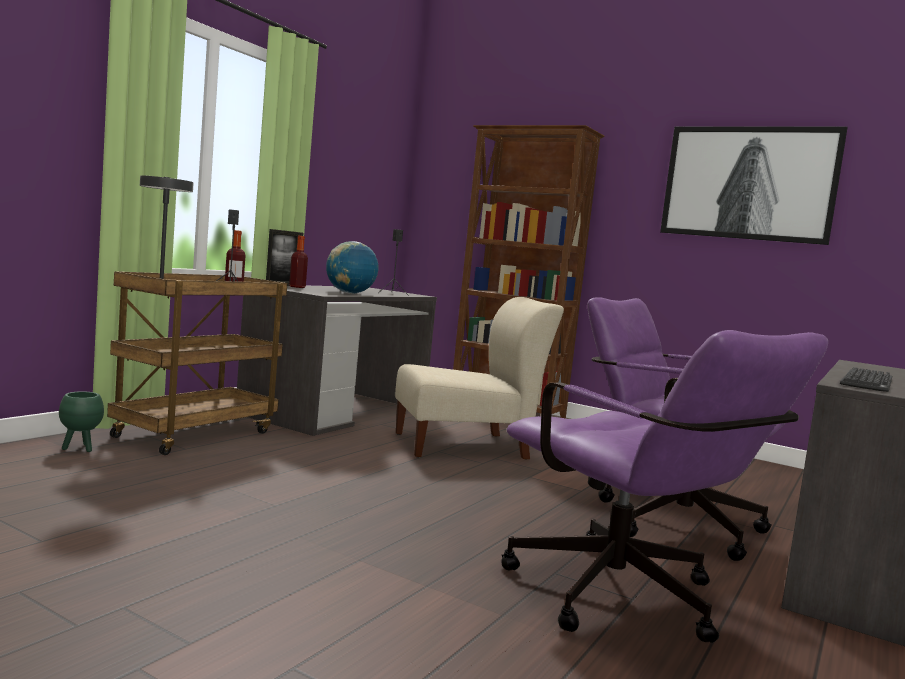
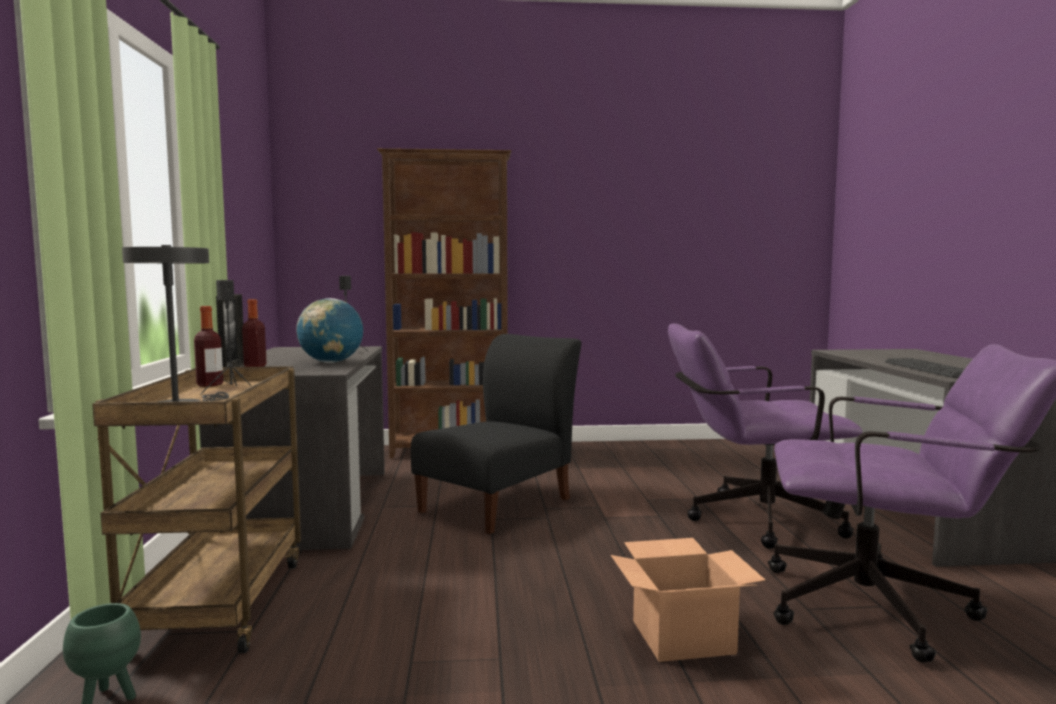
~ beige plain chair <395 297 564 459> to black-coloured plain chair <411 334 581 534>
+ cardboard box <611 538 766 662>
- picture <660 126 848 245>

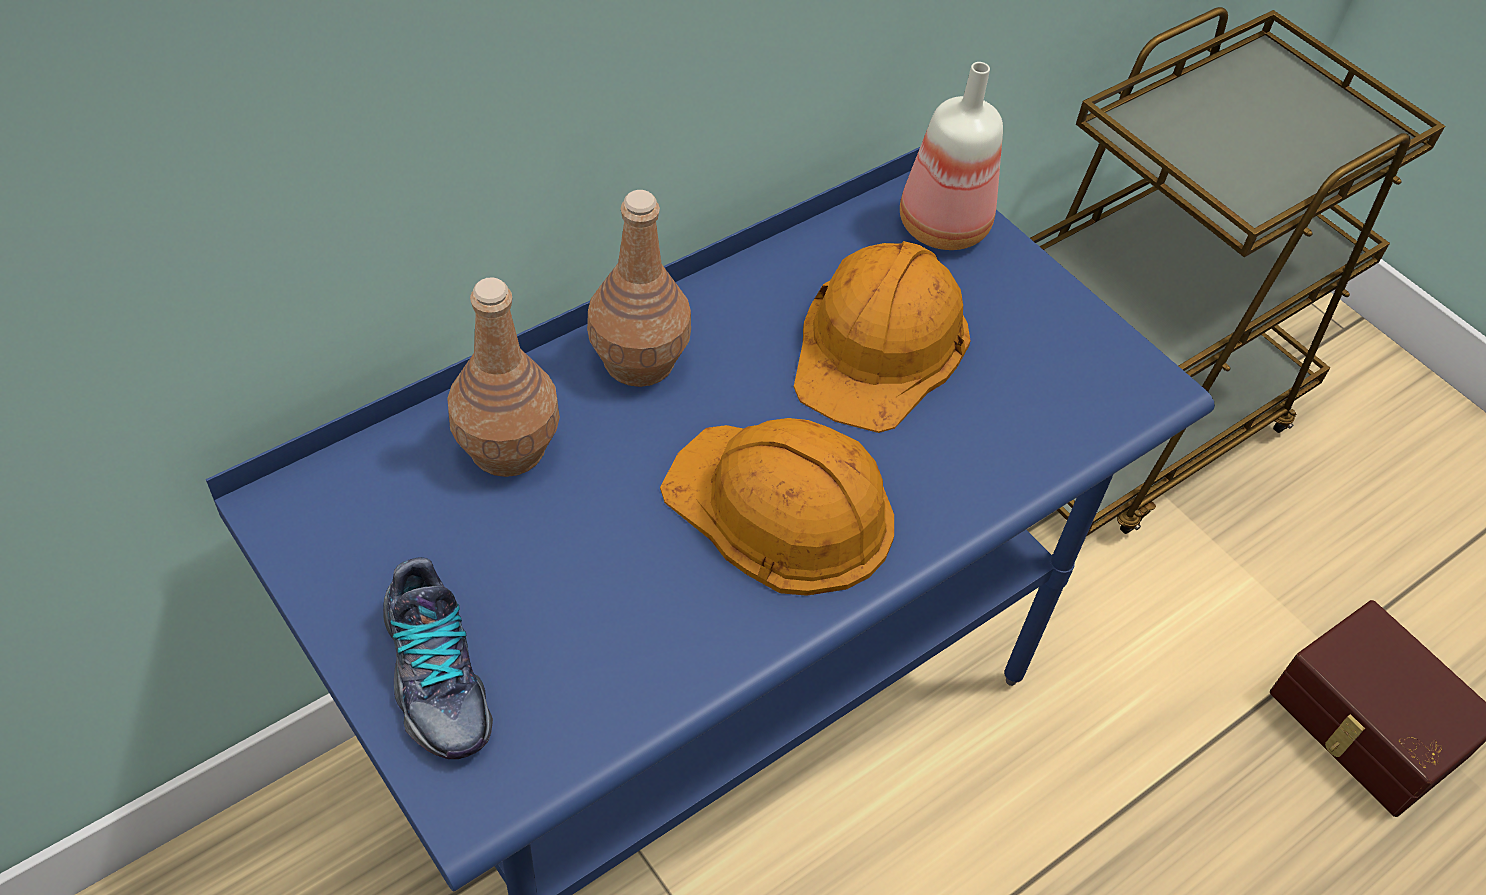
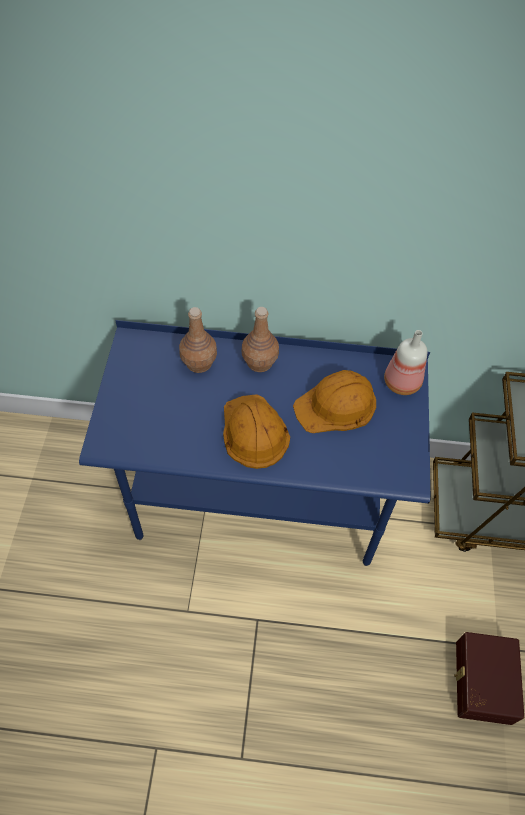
- shoe <383 557 493 759>

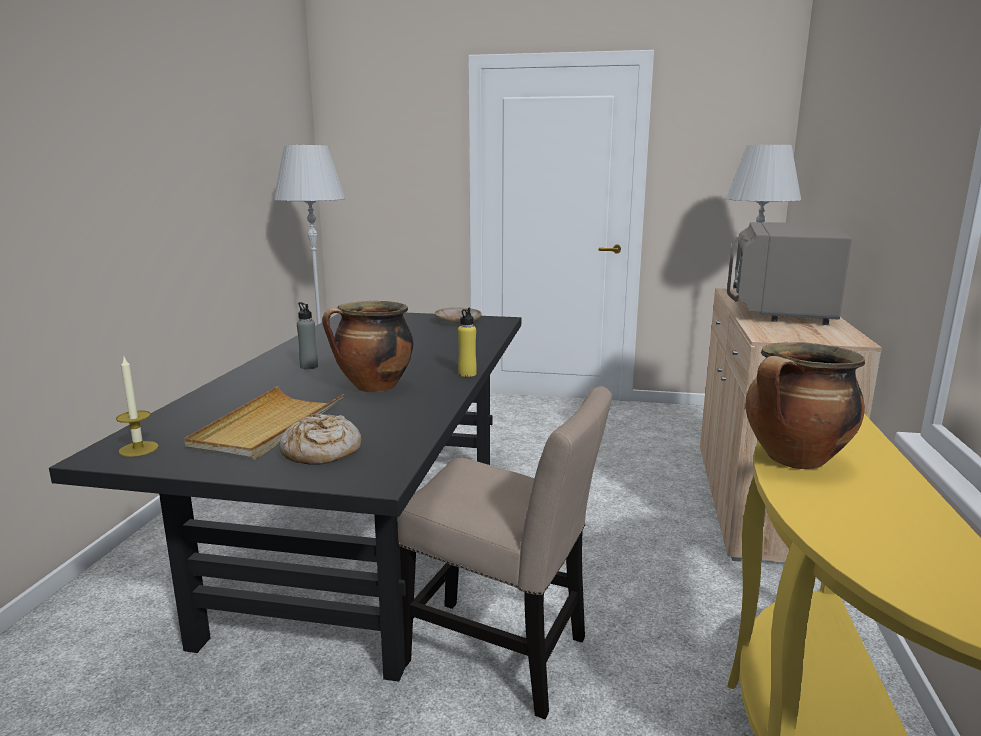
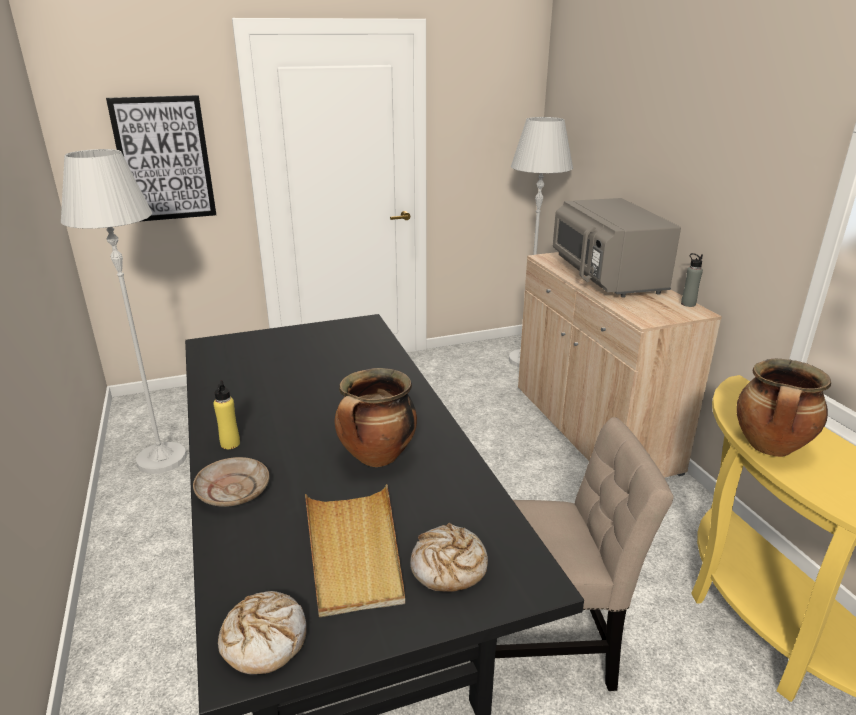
+ picture <106 95 216 222>
~ beige flat dish <434 307 482 324> to <193 457 270 507>
~ yellow beverage bottle <458 308 477 377> to <213 380 240 449>
~ wax light <116 357 159 457> to bread <218 591 307 674>
~ gray beverage bottle <297 302 318 369> to <681 253 703 307>

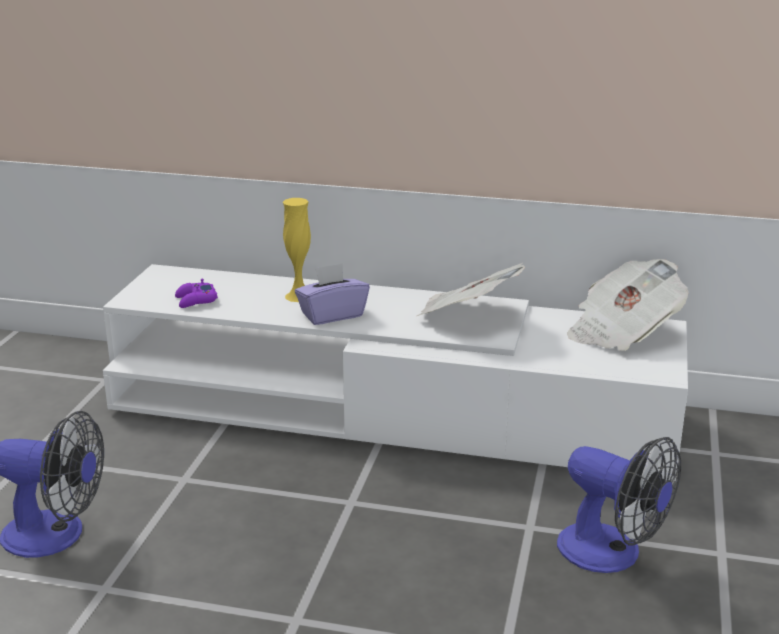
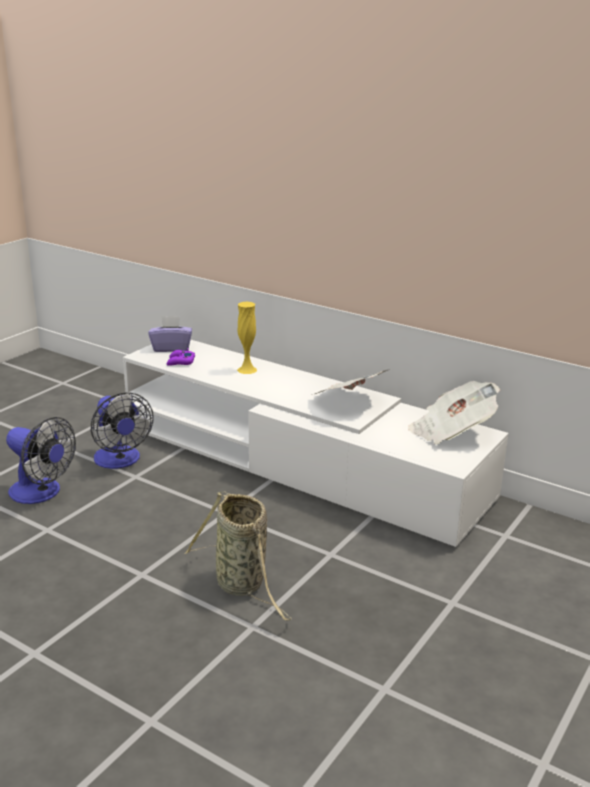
~ fan <557 437 681 573> to <91 392 154 469>
~ purplish tissue holder <295 263 370 325> to <148 316 192 352>
+ basket <185 491 292 621>

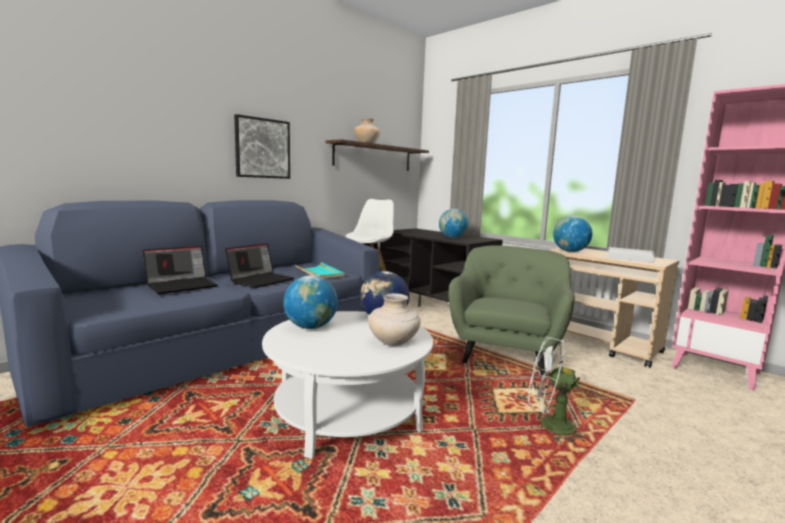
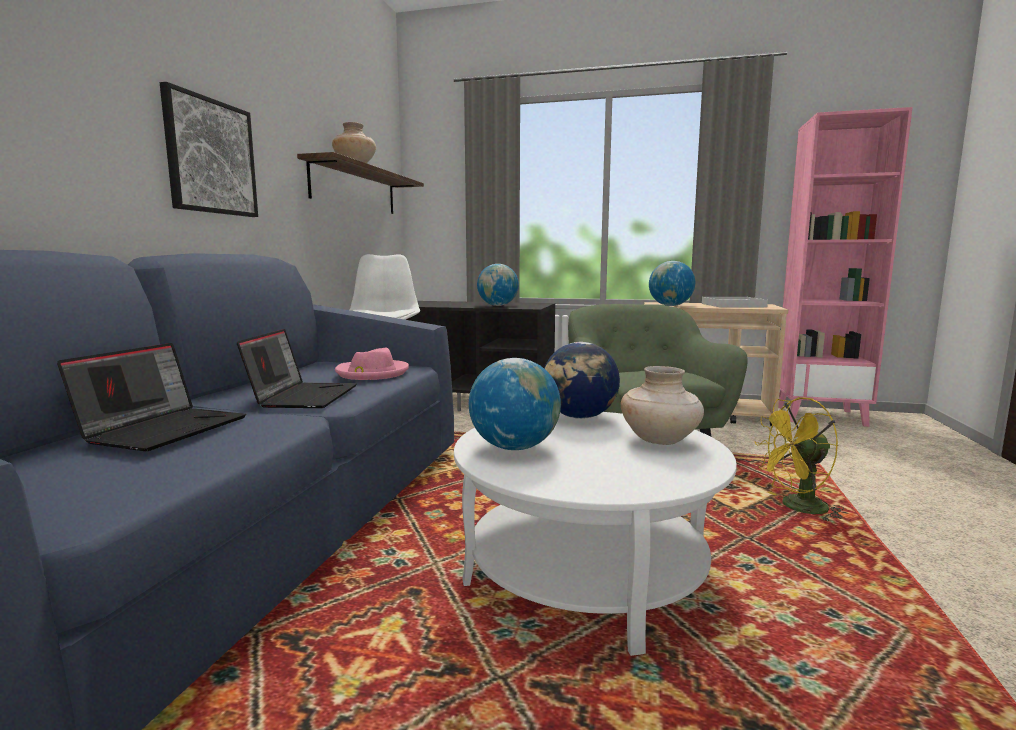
~ blue-green carrying tray <295 262 345 279> to pinkish clothing hat <335 348 409 380>
~ white fan <528 337 589 443> to yellow fan <754 397 844 522>

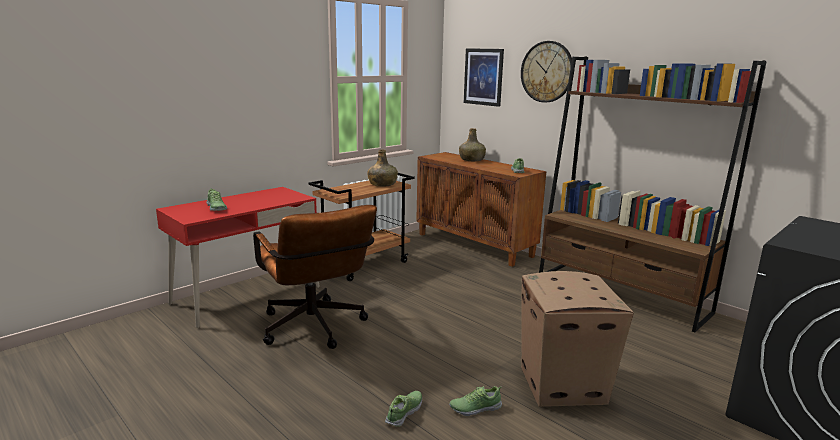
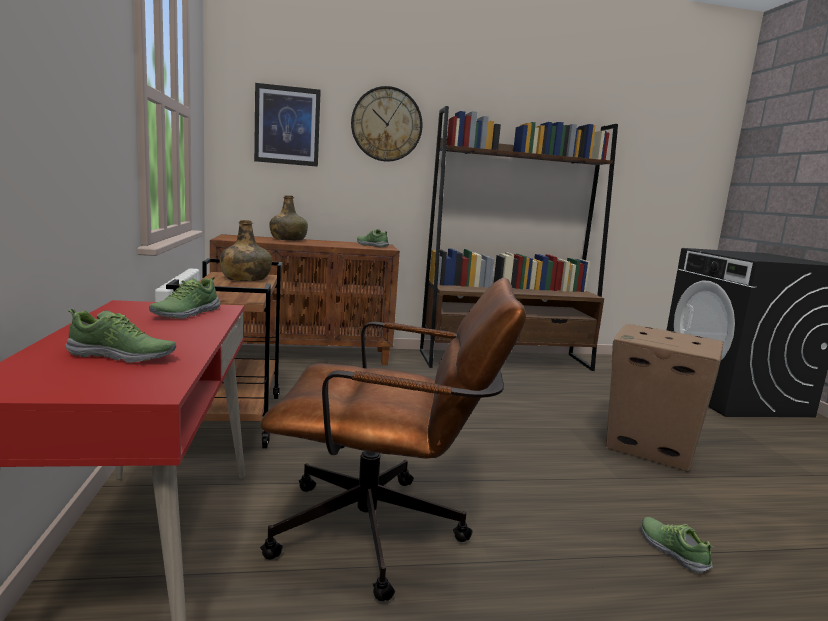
~ shoe <449 386 502 416> to <149 277 220 319>

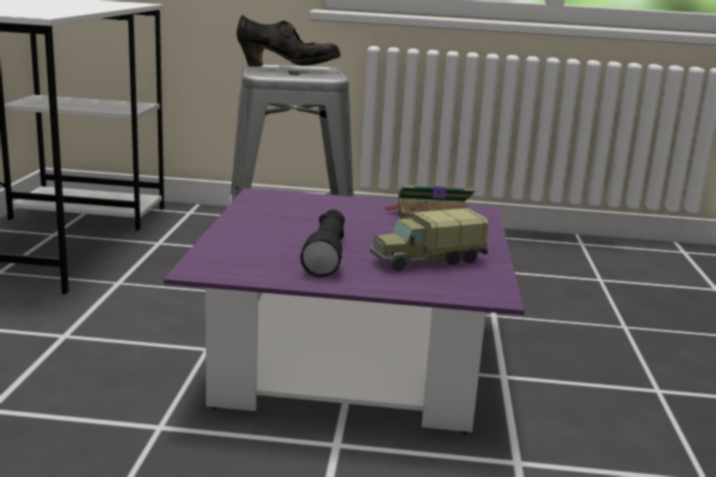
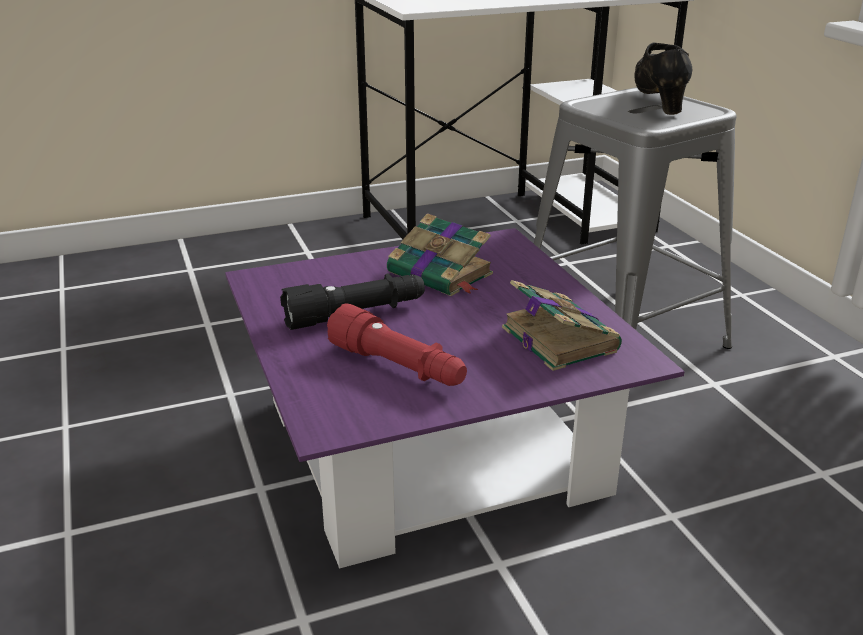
~ toy lorry <370 208 489 272> to red flashlight <327 304 467 386>
+ volume <387 213 493 296>
~ black-coloured shoe <237 15 341 67> = <634 42 692 115> 150 degrees counterclockwise

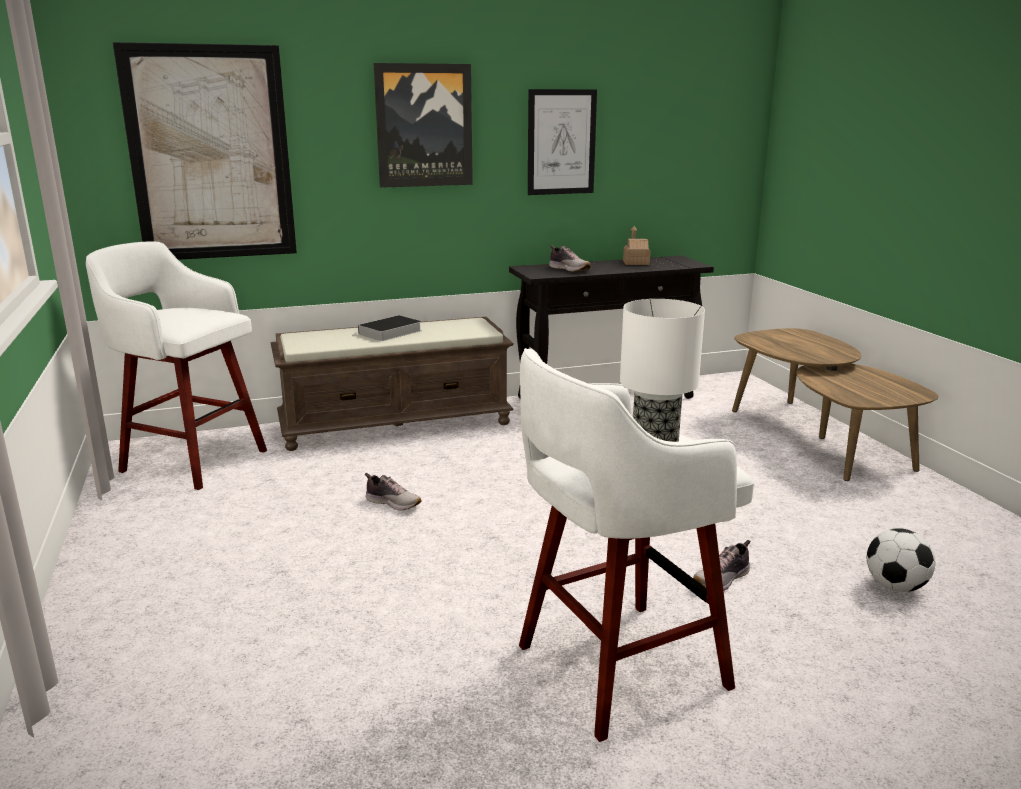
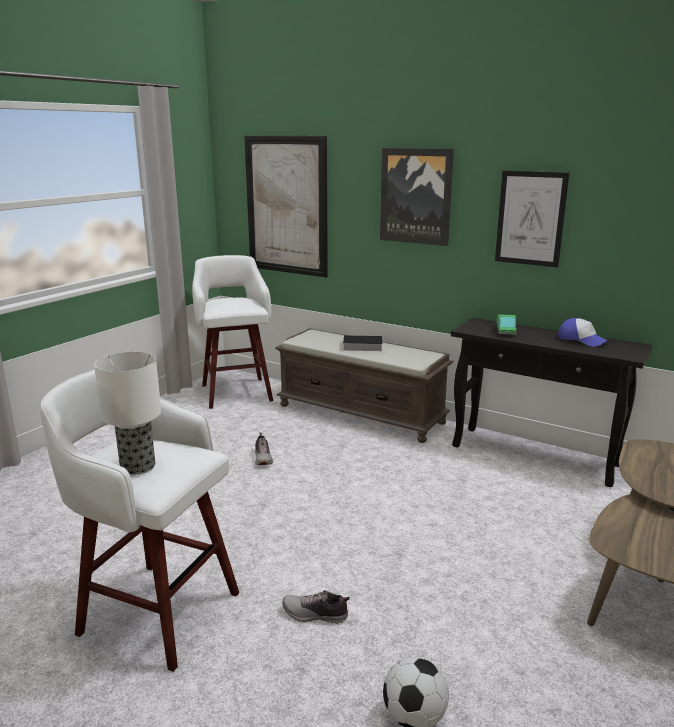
~ shoe <549 246 591 272> to toy lorry <496 314 518 336>
~ model house <623 226 651 265> to peaked cap <558 318 608 347>

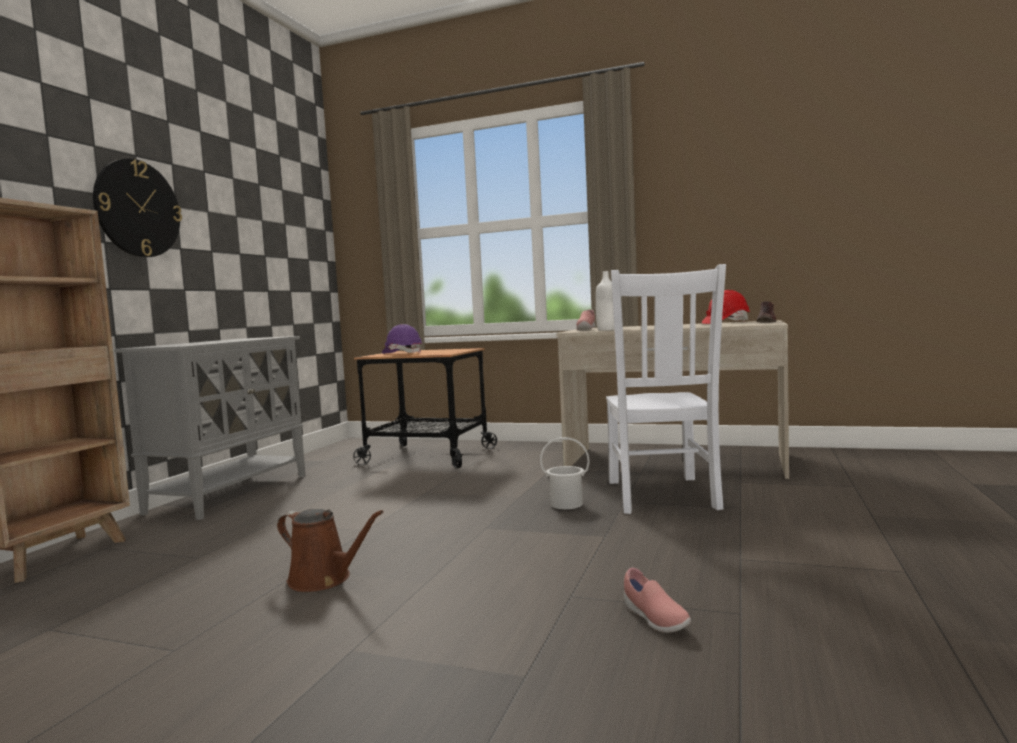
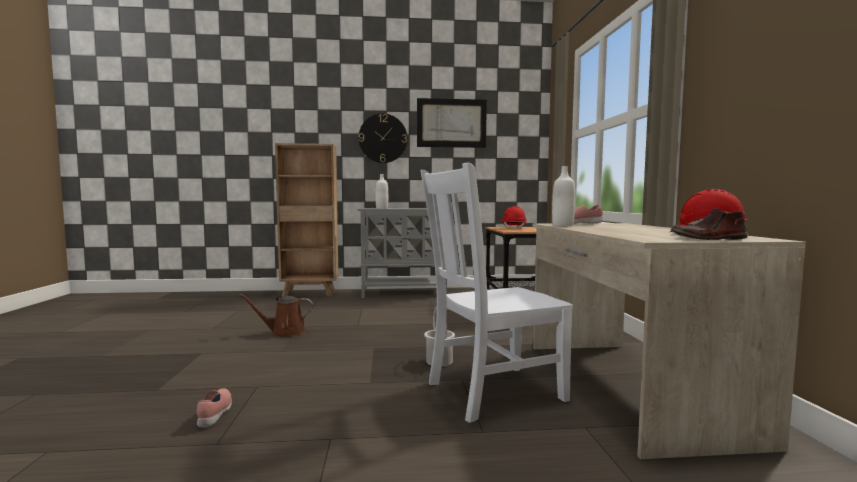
~ pinkish shoe <624 568 691 633> = <197 388 232 428> 135 degrees clockwise
~ brownish watering can <277 509 383 592> = <239 294 313 337> 75 degrees clockwise
+ white beverage bottle <376 174 388 209>
+ picture <417 98 487 148>
~ purplish hard hat <382 324 422 354> to red hard hat <502 206 527 229>

